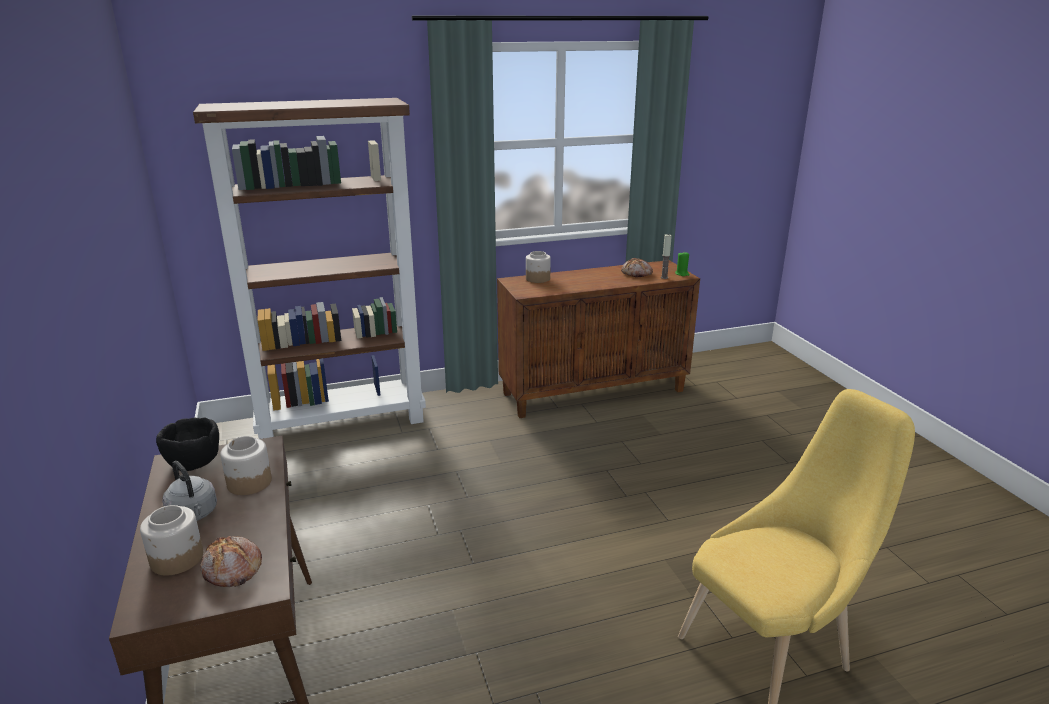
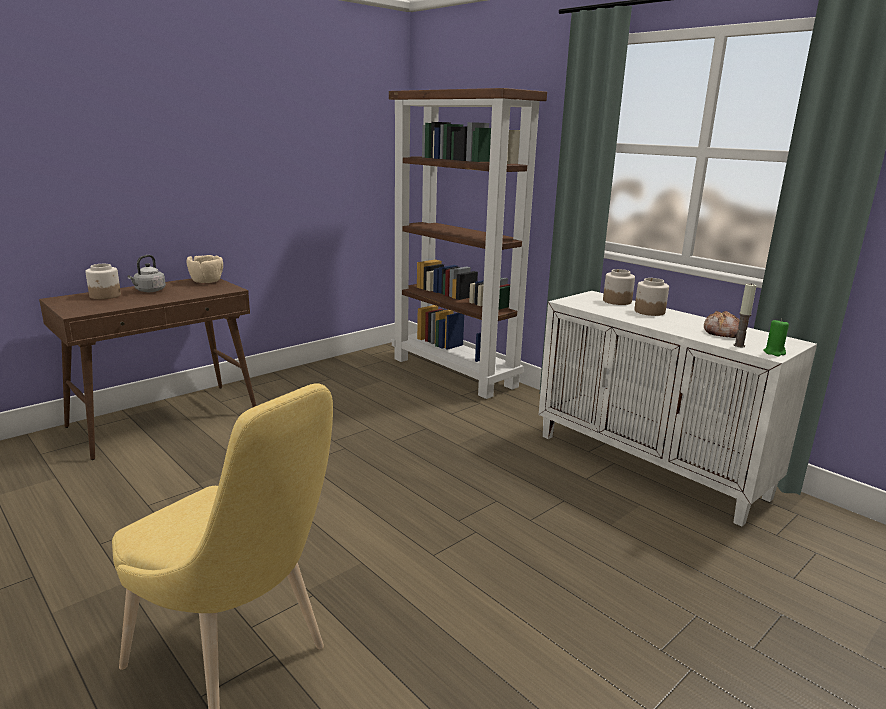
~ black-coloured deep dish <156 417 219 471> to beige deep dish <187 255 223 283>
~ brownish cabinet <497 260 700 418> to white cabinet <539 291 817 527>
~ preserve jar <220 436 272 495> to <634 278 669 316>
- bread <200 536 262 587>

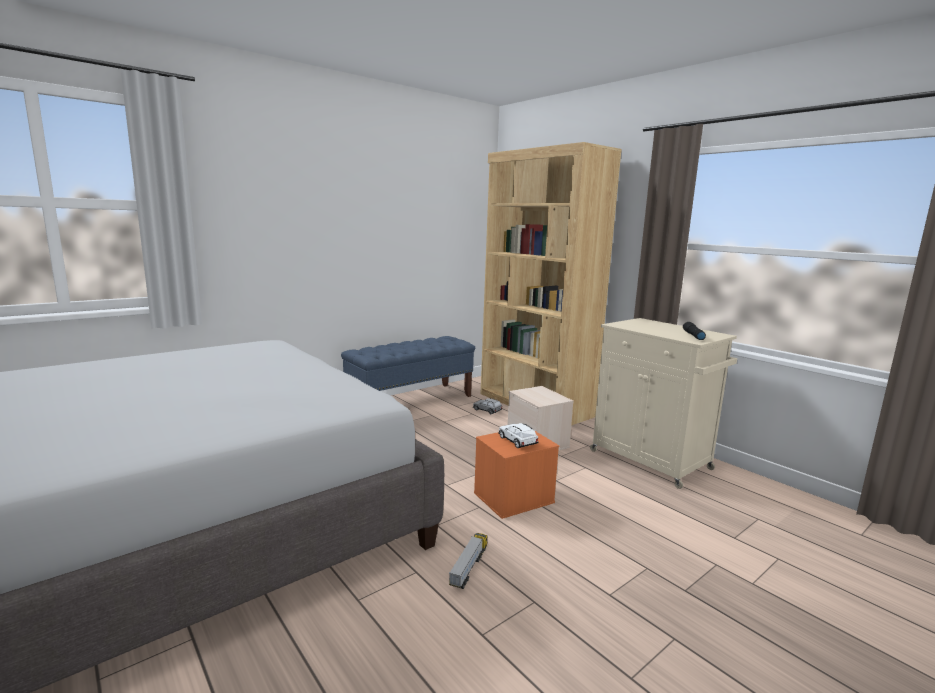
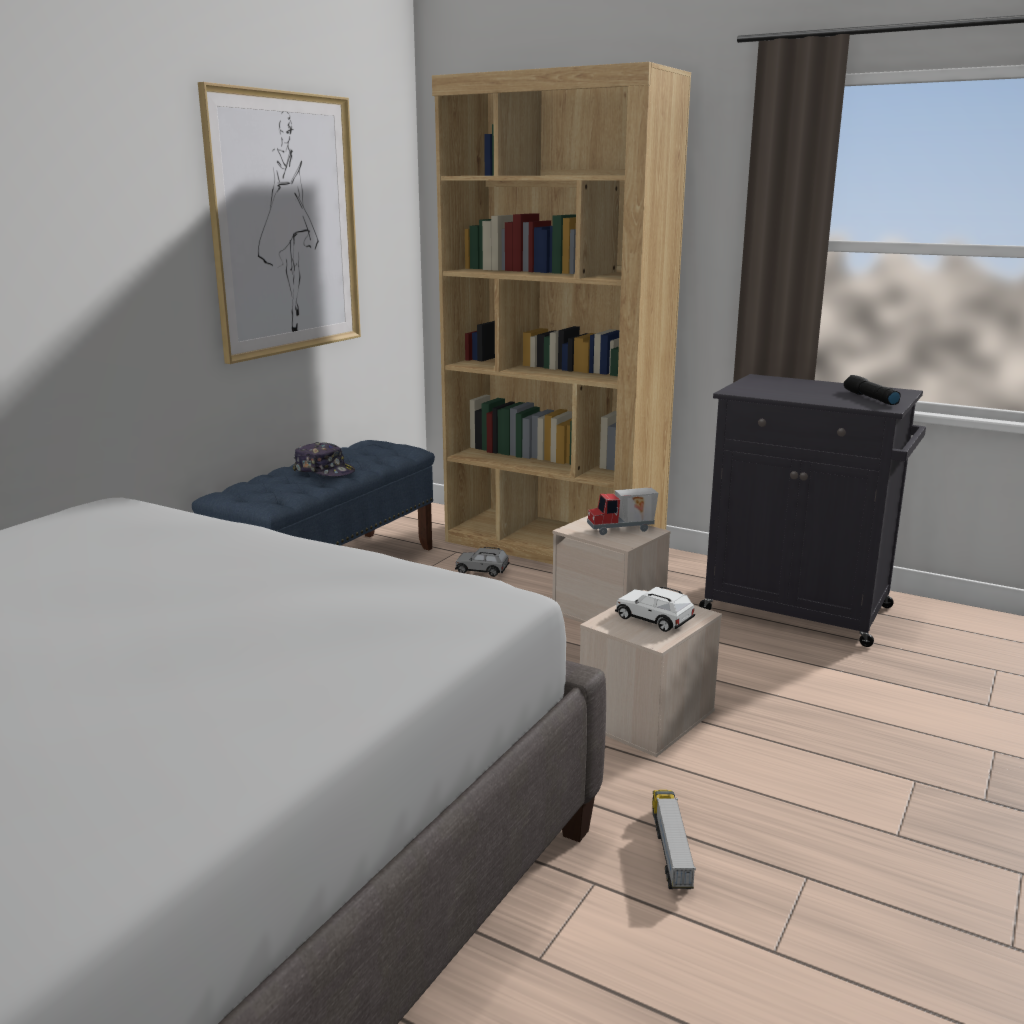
+ picture <198 82 361 364>
+ peaked cap <292 442 355 477>
~ orange storage container <474 430 559 519> to beige storage container <580 590 722 757>
+ toy lorry <587 487 658 535>
~ beige cabinet <590 318 737 489> to black-coloured cabinet <699 374 926 647>

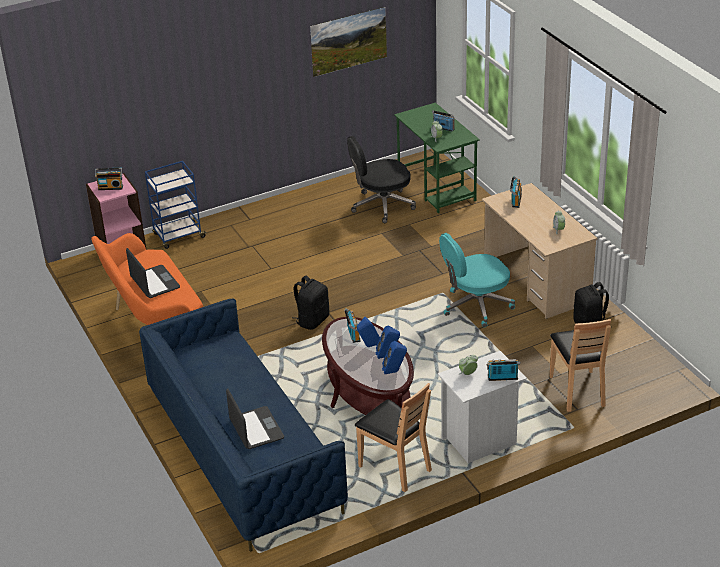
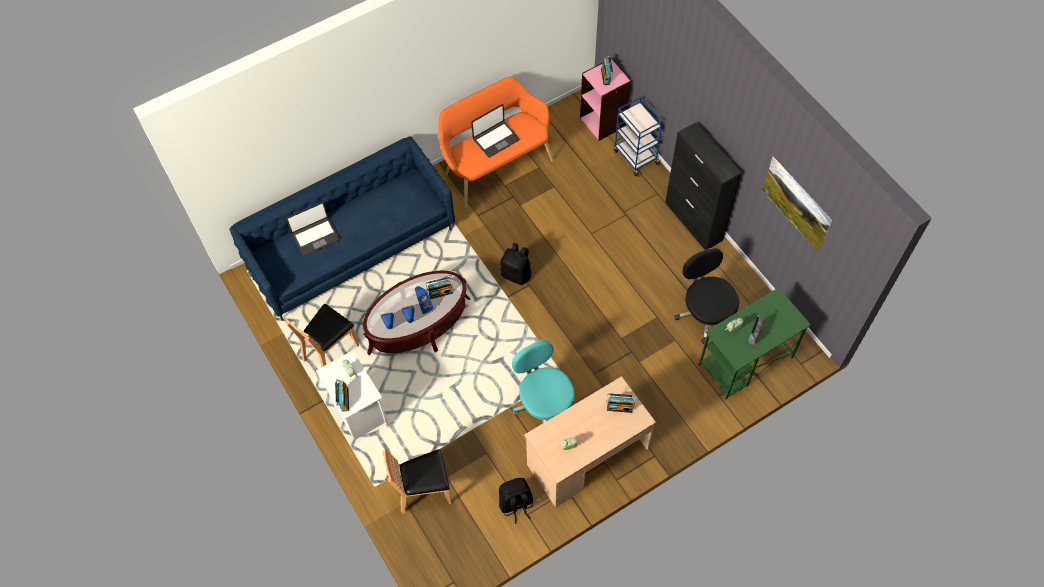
+ black-coloured cabinet <665 122 742 250>

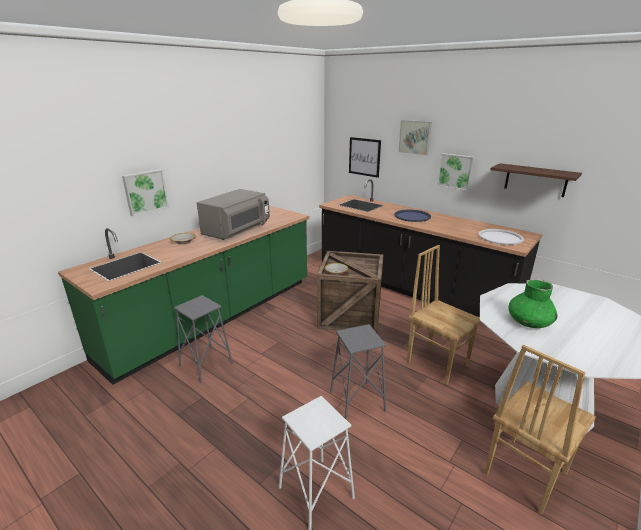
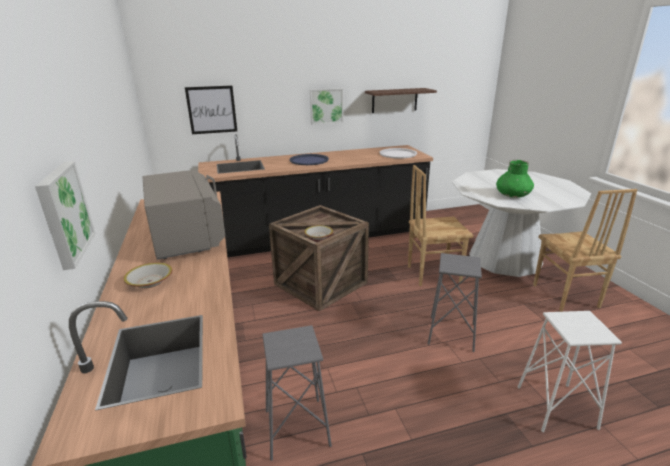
- picture <398 120 432 155>

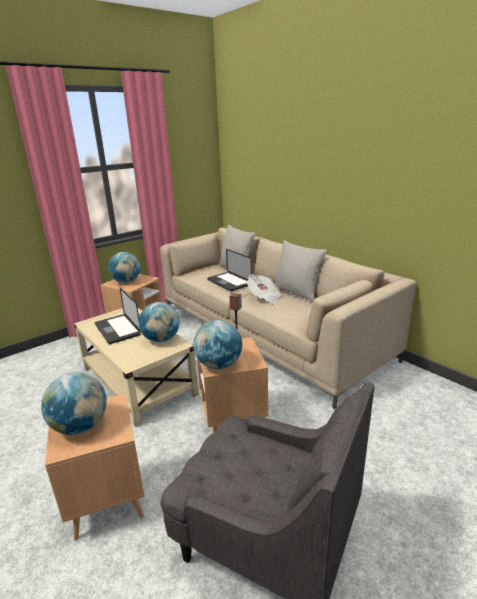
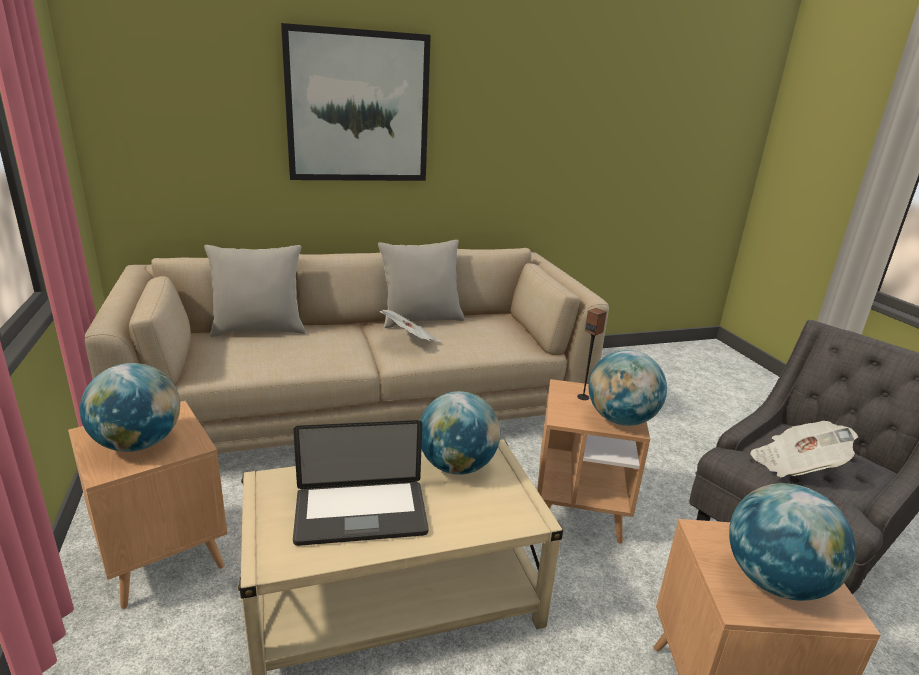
+ picture <281 23 431 181>
+ daily paper <750 421 858 477>
- notebook computer <207 249 252 291>

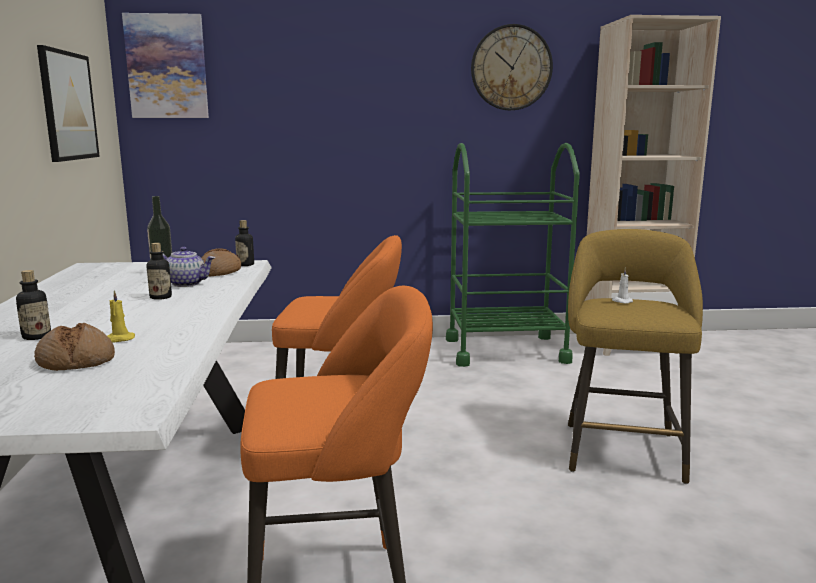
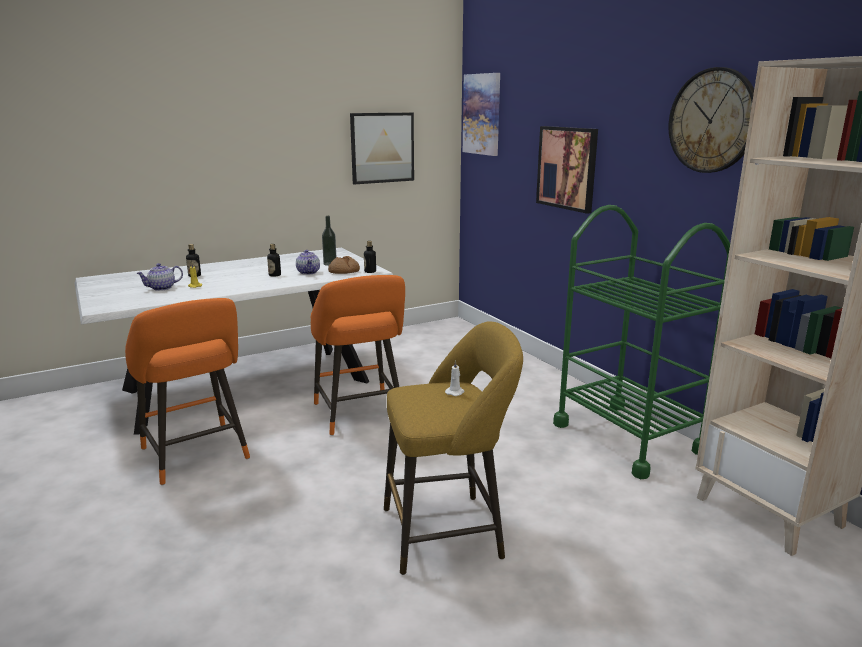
~ bread <34 323 115 371> to tea pot <136 263 183 291>
+ picture <536 126 598 214>

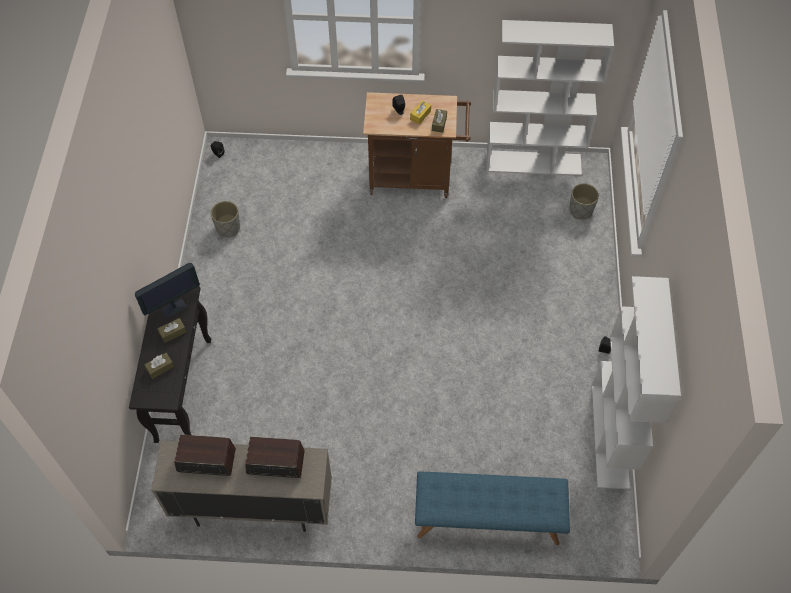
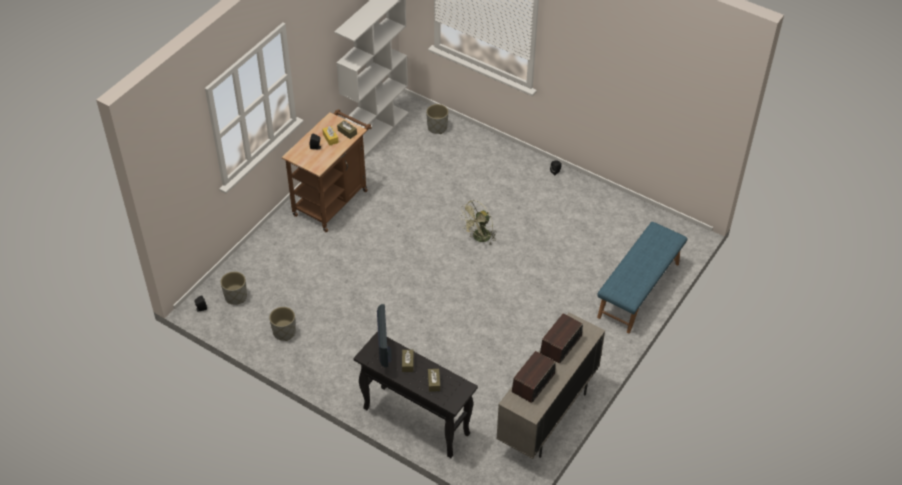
+ gray flower pot <221 271 247 305>
+ greenish fan <460 200 496 245>
- white bookshelf <592 276 681 489>

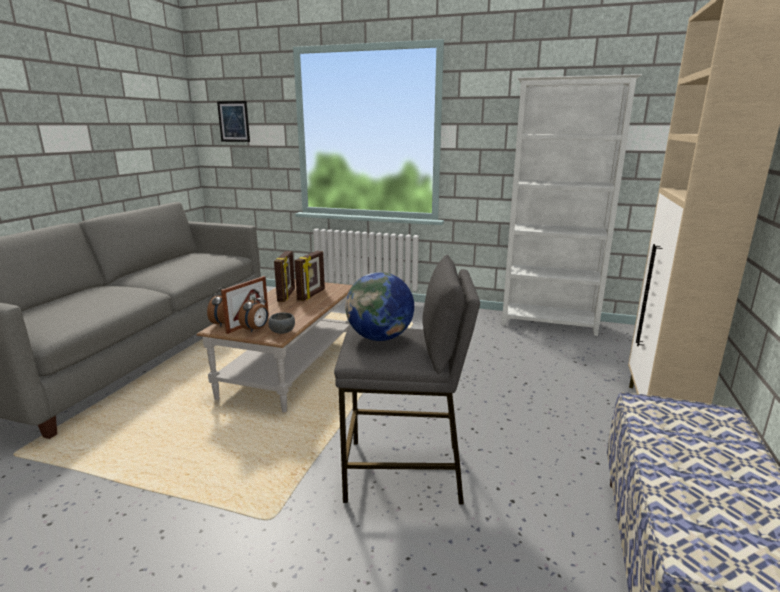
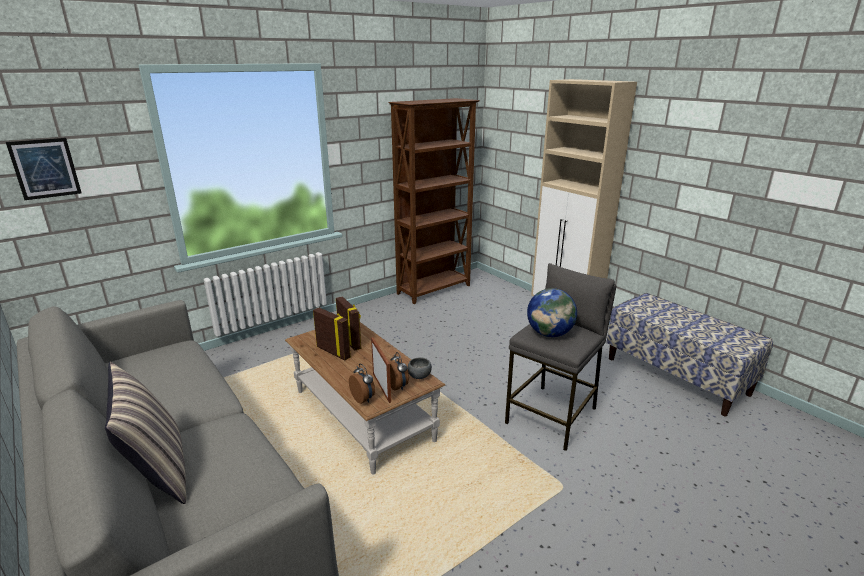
+ throw pillow <105 362 186 504>
~ white bookshelf <502 74 642 336> to brownish bookshelf <388 98 480 304>

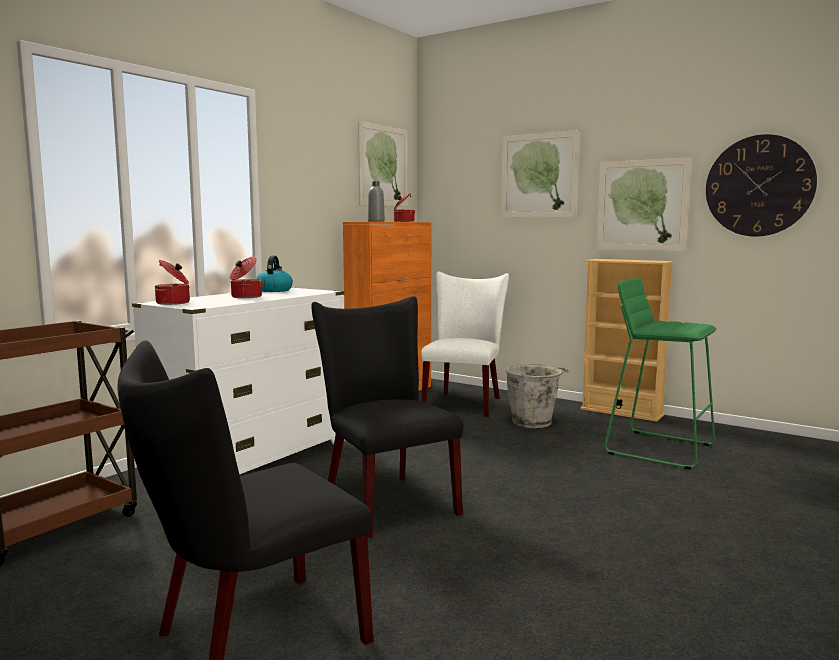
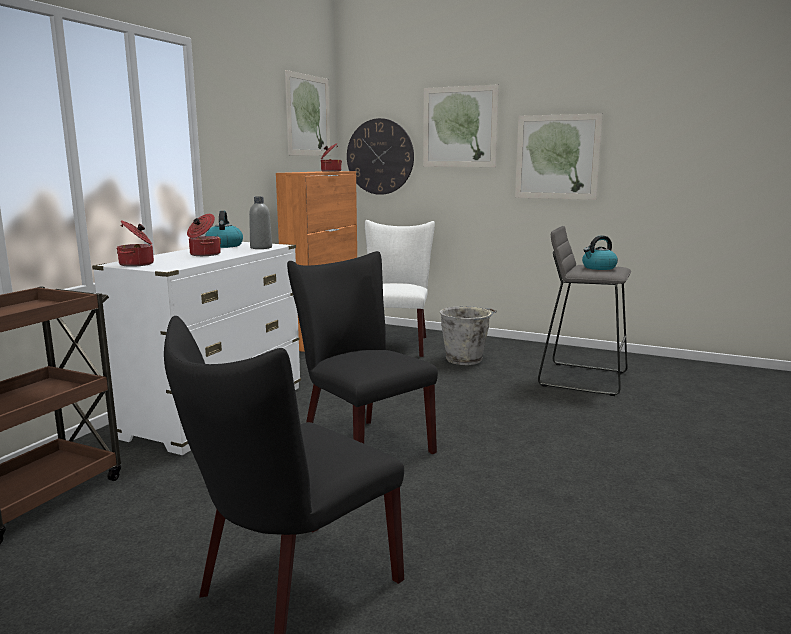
~ gray beverage bottle <368 181 385 222> to <249 196 272 249>
~ wall clock <706 134 817 237> to <347 118 414 195>
~ greenish stool <604 278 716 470> to gray stool <538 226 631 396>
+ kettle <582 235 618 270>
- beige bookshelf <580 259 674 422>

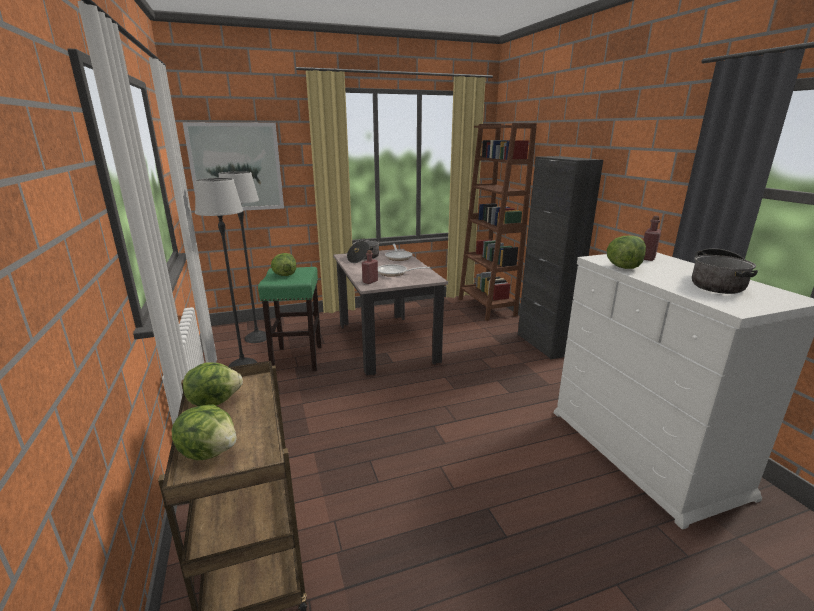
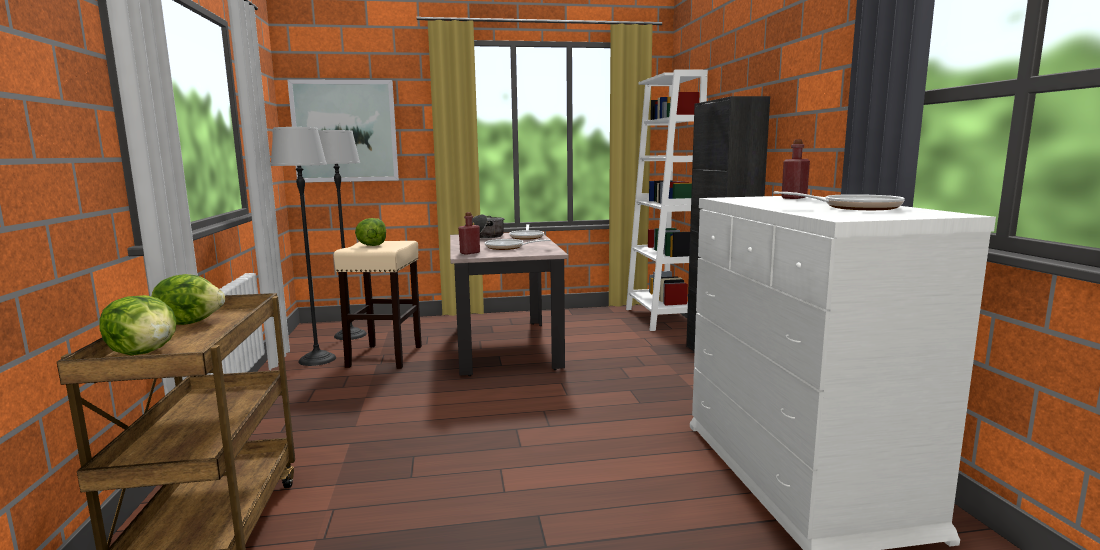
~ greenish stool <258 267 322 371> to beige stool <334 241 422 369>
~ brownish bookshelf <459 123 537 321> to white bookshelf <626 69 708 331>
~ cooking pot <692 248 758 294> to pan <774 191 905 210>
- lettuce <607 235 646 269>

